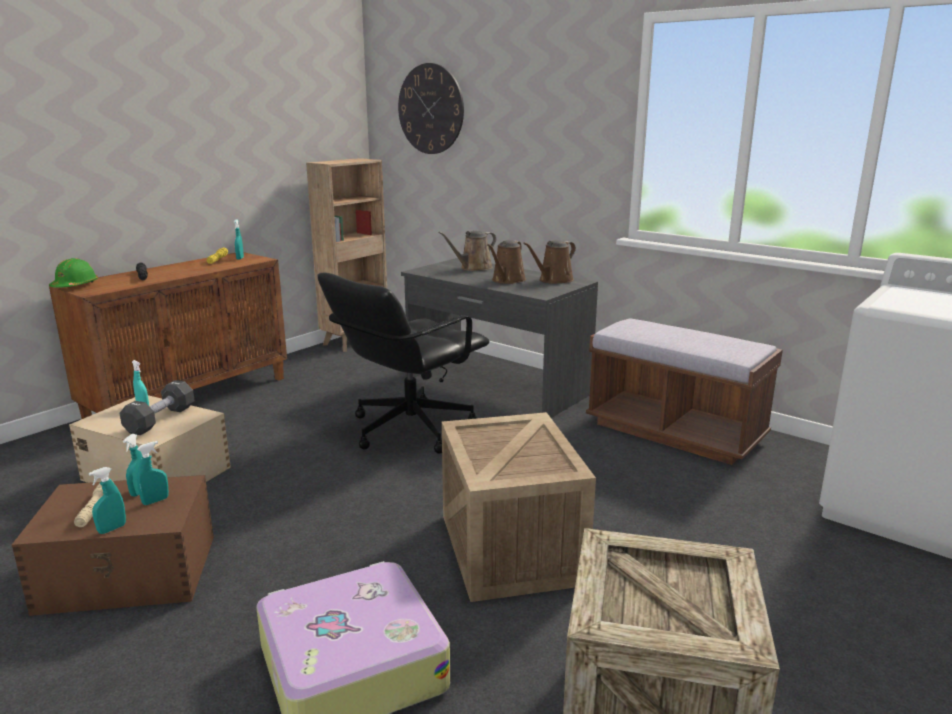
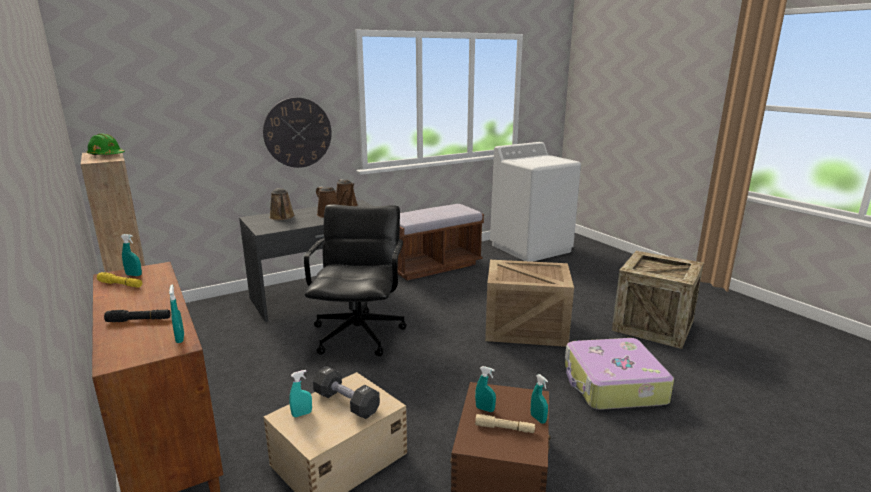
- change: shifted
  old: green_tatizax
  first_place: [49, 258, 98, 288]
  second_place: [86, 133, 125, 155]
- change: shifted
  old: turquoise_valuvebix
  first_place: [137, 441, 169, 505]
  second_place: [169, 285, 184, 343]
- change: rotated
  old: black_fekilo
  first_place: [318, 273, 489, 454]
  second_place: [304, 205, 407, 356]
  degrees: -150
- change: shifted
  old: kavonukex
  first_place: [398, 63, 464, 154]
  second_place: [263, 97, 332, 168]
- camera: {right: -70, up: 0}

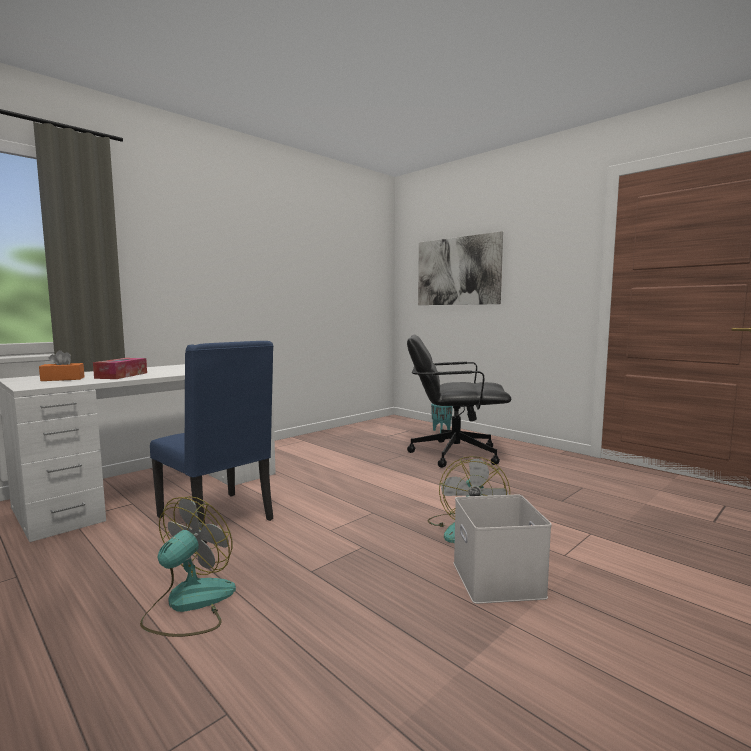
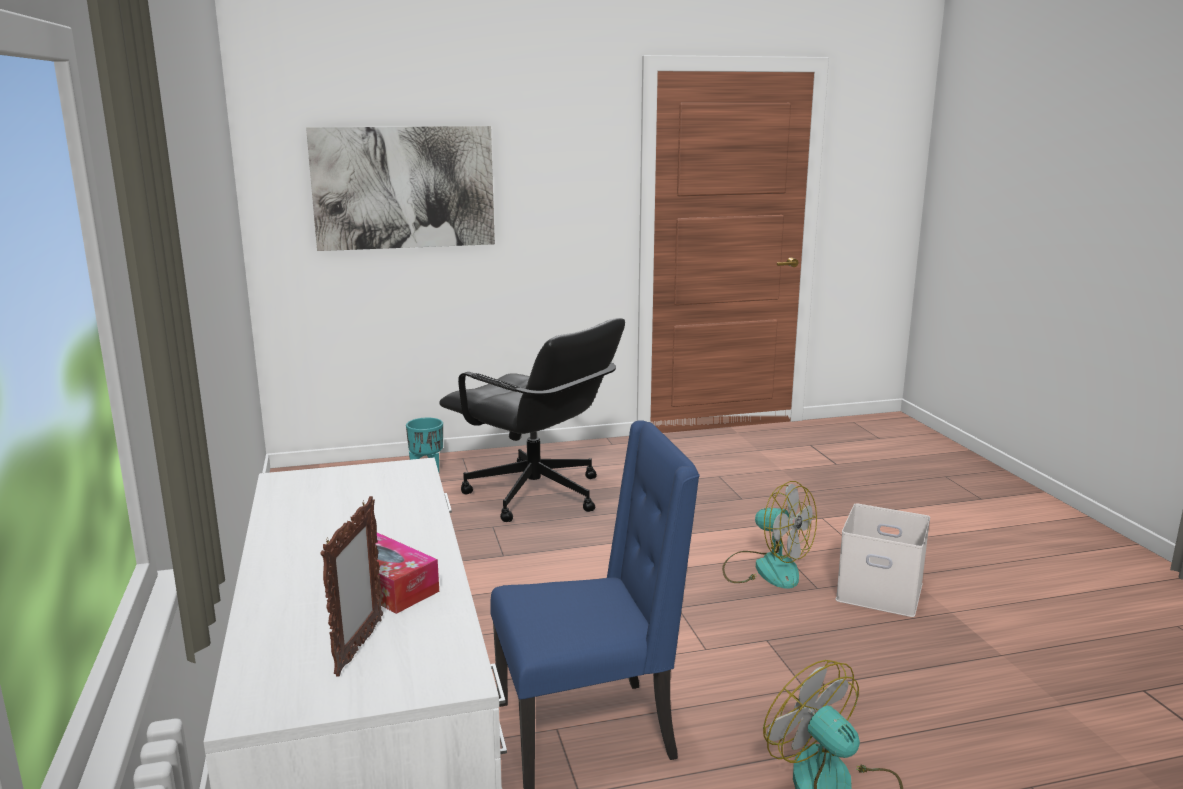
- change: swapped
  old: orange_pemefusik
  new: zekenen
  first_place: [39, 350, 84, 381]
  second_place: [320, 496, 383, 677]
- change: rotated
  old: black_fekilo
  first_place: [407, 334, 511, 468]
  second_place: [439, 318, 625, 522]
  degrees: -90
- camera: {right: -60, up: 10}

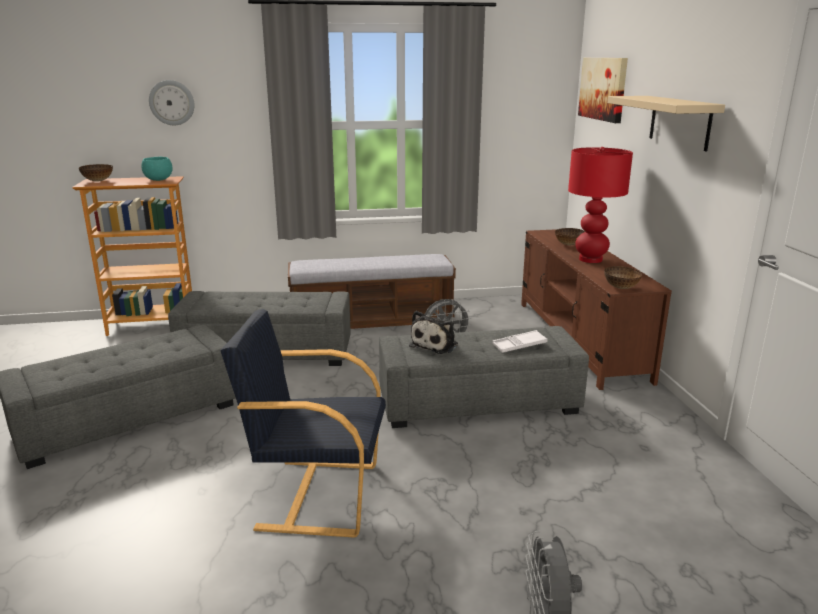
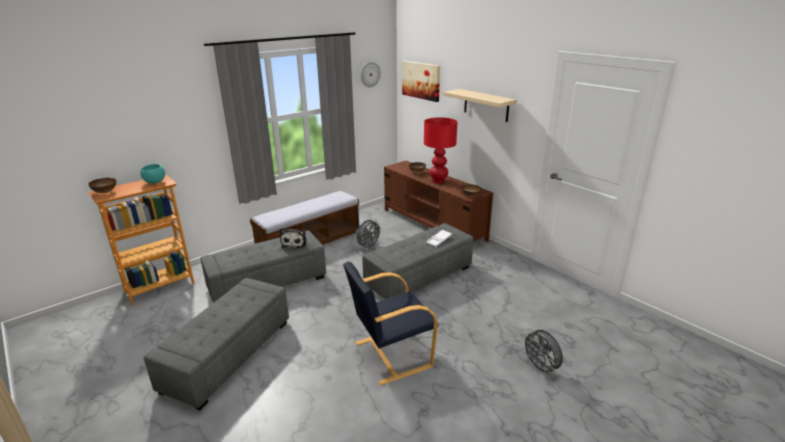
- change: shifted
  old: kavonukex
  first_place: [149, 80, 195, 125]
  second_place: [361, 62, 381, 87]
- change: shifted
  old: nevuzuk
  first_place: [409, 311, 458, 354]
  second_place: [280, 228, 306, 249]
- camera: {right: -30, up: 5}

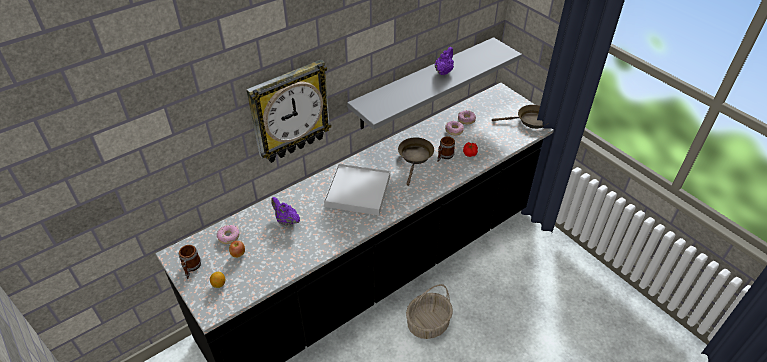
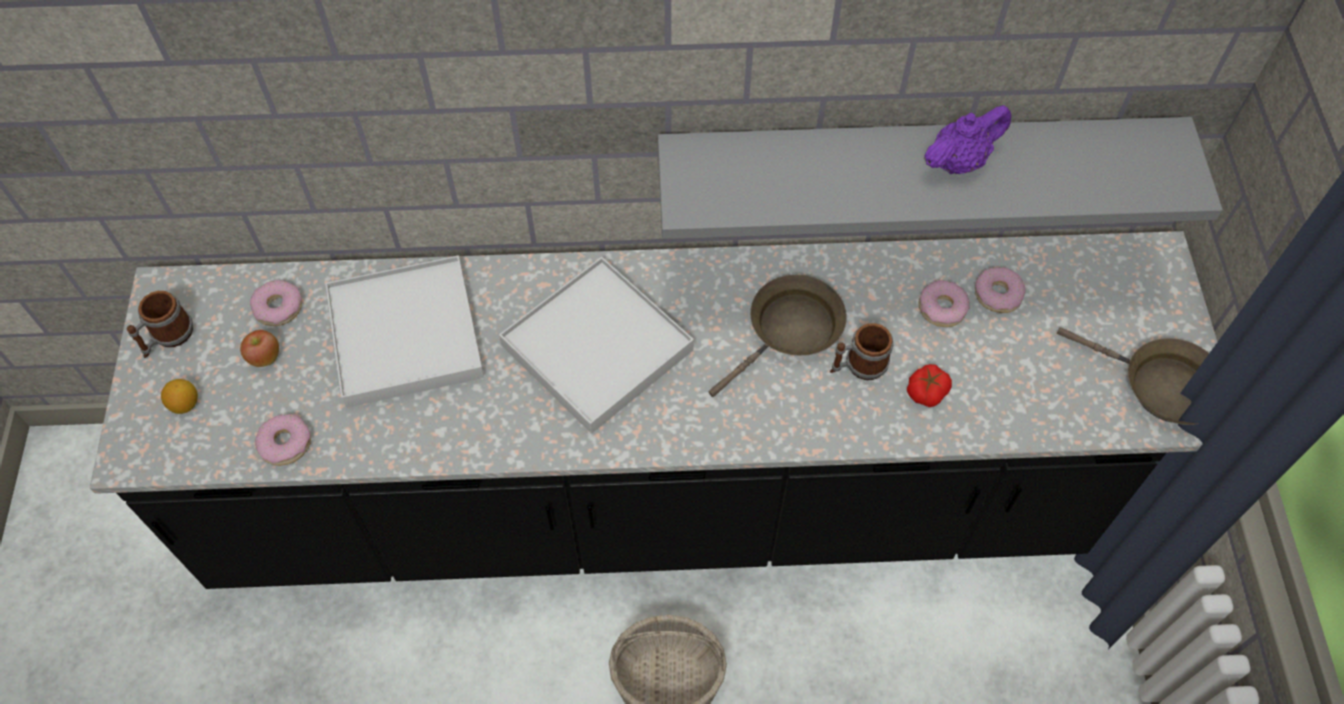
- change: gone
  old: kavonukex
  first_place: [246, 60, 332, 163]
- change: swapped
  old: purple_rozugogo
  new: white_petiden
  first_place: [271, 197, 300, 226]
  second_place: [325, 255, 484, 408]
- change: new
  new: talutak
  second_place: [255, 414, 311, 466]
- camera: {right: 35, up: 15}

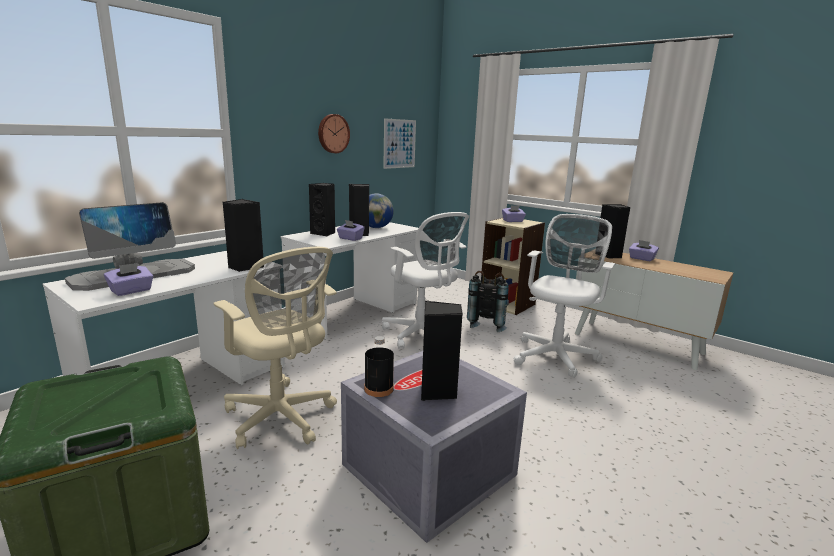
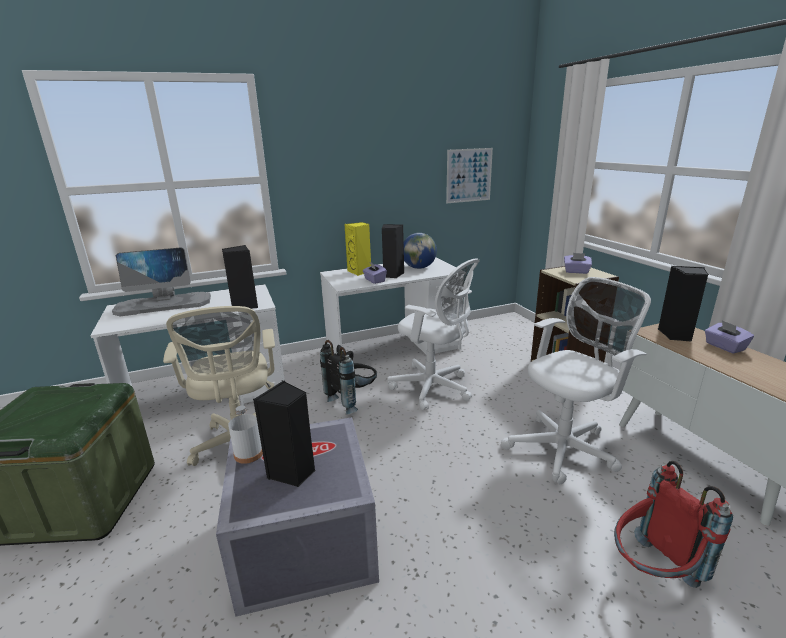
- change: gone
  old: purple_pemefusik
  first_place: [104, 263, 153, 296]
- change: repainted
  old: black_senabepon
  new: yellow_senabepon
  first_place: [309, 183, 335, 237]
  second_place: [344, 222, 371, 276]
- change: gone
  old: kavonukex
  first_place: [318, 114, 350, 153]
- change: repainted
  old: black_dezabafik
  new: white_dezabafik
  first_place: [364, 336, 394, 397]
  second_place: [228, 406, 263, 464]
- change: rotated
  old: white_fekilo
  first_place: [382, 212, 469, 348]
  second_place: [387, 258, 480, 410]
  degrees: -45
- change: shifted
  old: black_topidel
  first_place: [467, 271, 509, 332]
  second_place: [320, 340, 377, 415]
- change: new
  new: red_topidel
  second_place: [614, 461, 733, 588]
- camera: {right: 30, up: 5}

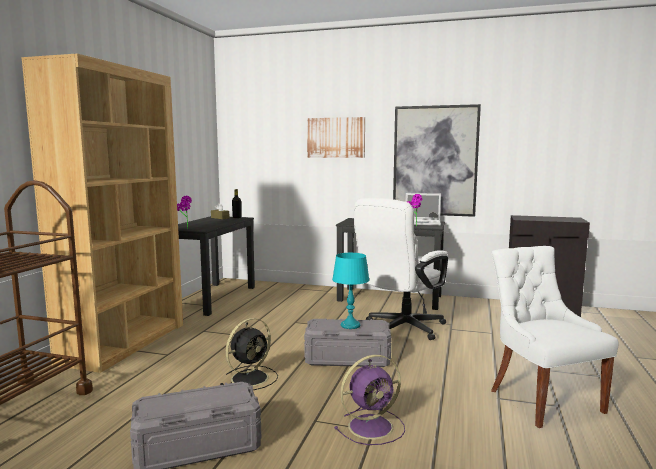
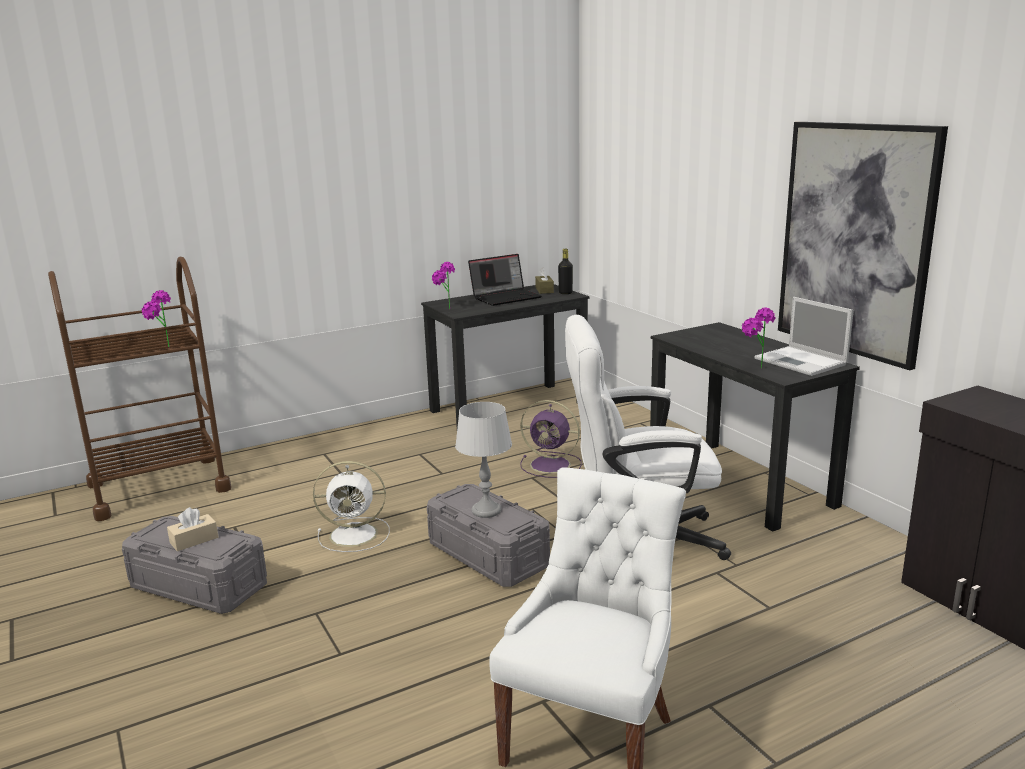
- change: gone
  old: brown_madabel
  first_place: [21, 54, 183, 373]
- change: repainted
  old: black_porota
  new: white_porota
  first_place: [220, 318, 278, 390]
  second_place: [313, 461, 390, 552]
- change: gone
  old: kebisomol
  first_place: [307, 117, 365, 158]
- change: repainted
  old: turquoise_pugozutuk
  new: grey_pugozutuk
  first_place: [332, 253, 369, 329]
  second_place: [455, 402, 512, 518]
- change: shifted
  old: purple_porota
  first_place: [334, 355, 405, 445]
  second_place: [520, 400, 582, 478]
- change: new
  new: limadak
  second_place: [142, 290, 171, 347]
- change: new
  new: beige_pemefusik
  second_place: [167, 507, 218, 551]
- change: new
  new: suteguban
  second_place: [468, 254, 542, 306]
- camera: {right: 45, up: 10}

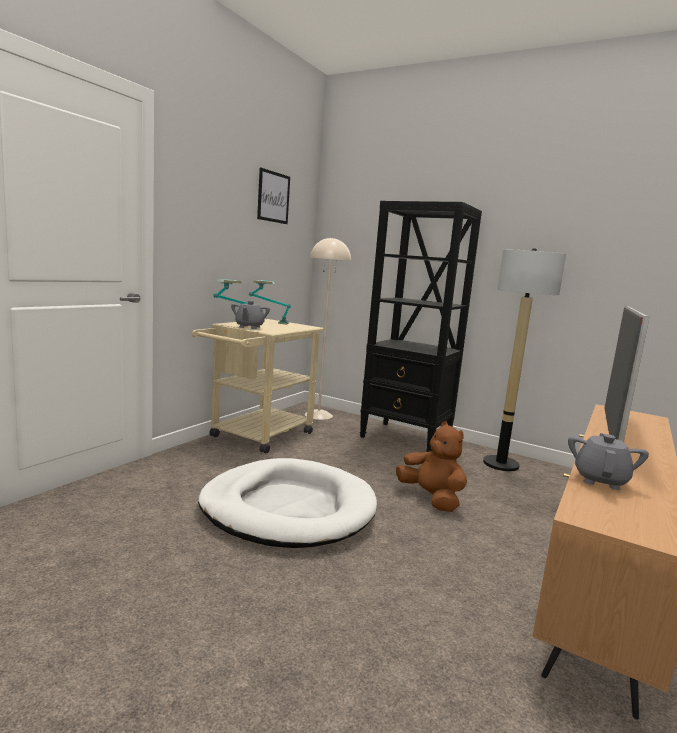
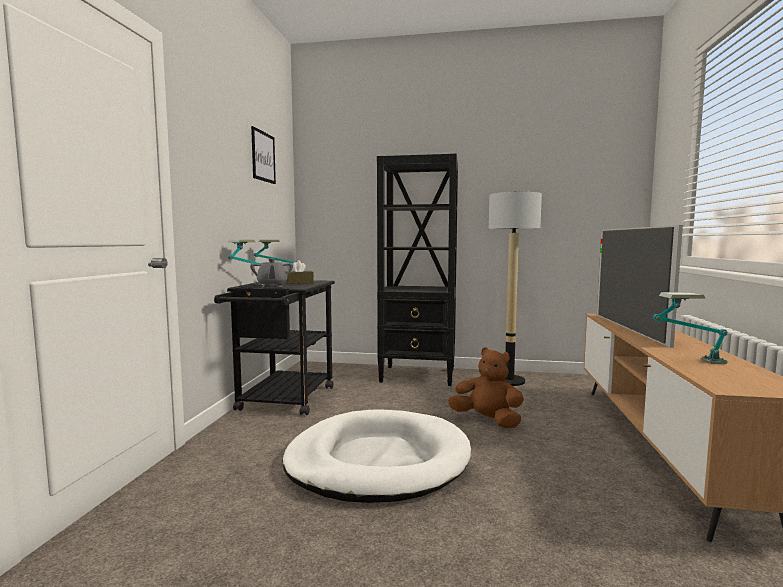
- change: repainted
  old: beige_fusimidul
  new: black_fusimidul
  first_place: [192, 319, 324, 453]
  second_place: [214, 280, 335, 415]
- change: gone
  old: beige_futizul
  first_place: [305, 237, 351, 420]
- change: swapped
  old: grey_rozugogo
  new: pugozutuk
  first_place: [568, 433, 649, 490]
  second_place: [653, 292, 728, 364]
- change: new
  new: brown_pemefusik
  second_place: [285, 260, 314, 284]
- camera: {right: -20, up: -5}

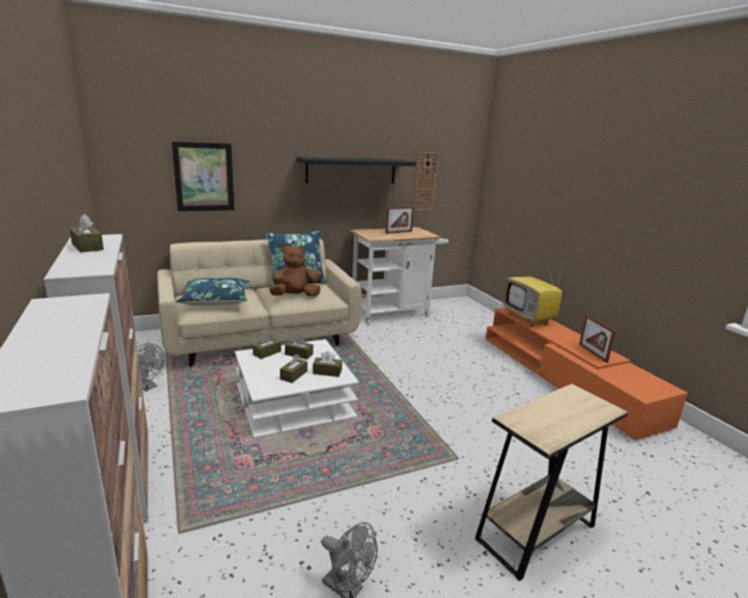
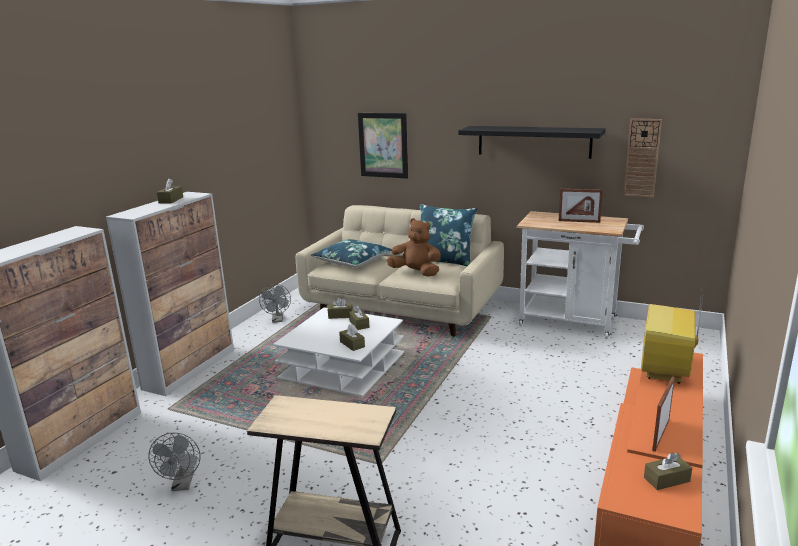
- change: shifted
  old: brown_pemefusik
  first_place: [280, 354, 307, 383]
  second_place: [644, 452, 692, 490]
- camera: {right: 50, up: 0}

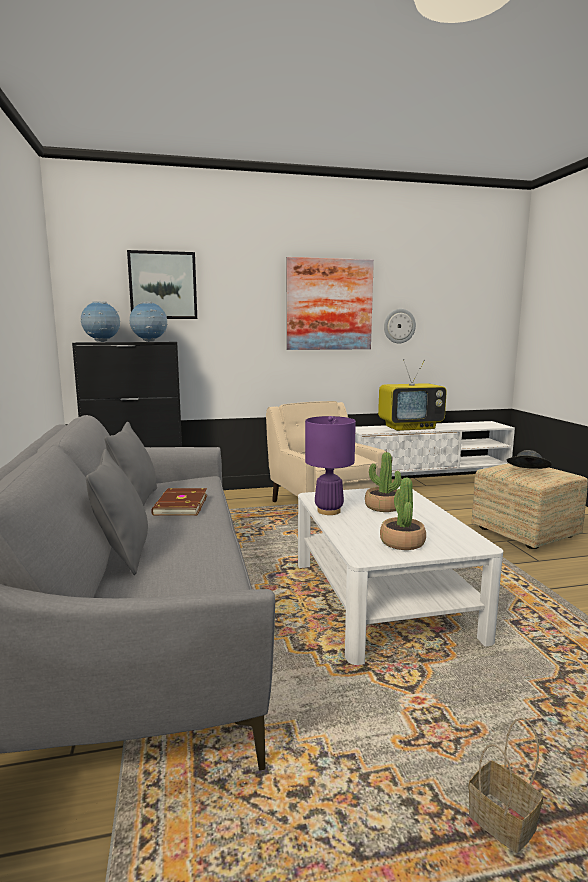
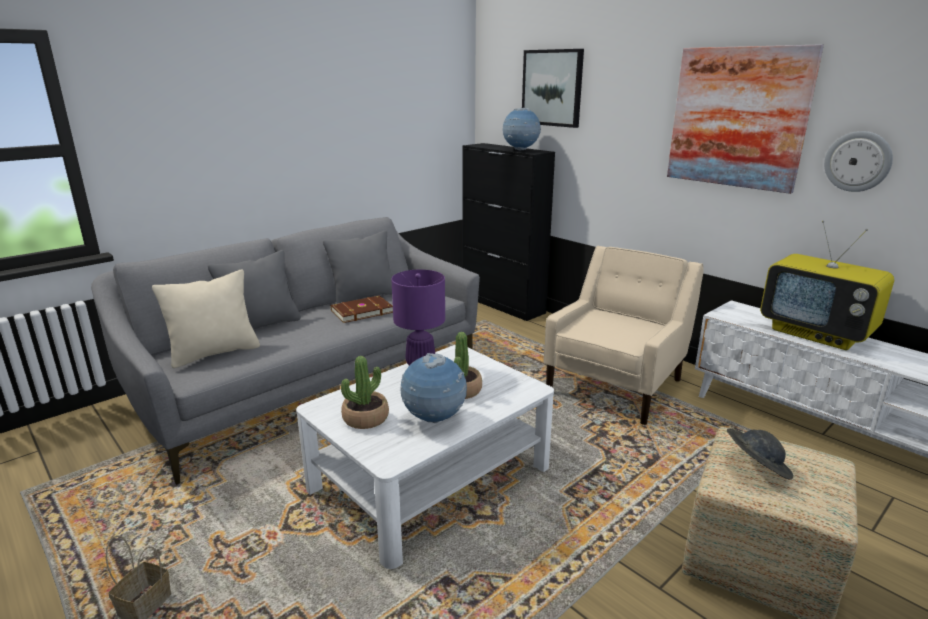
- change: shifted
  old: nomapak
  first_place: [80, 301, 120, 342]
  second_place: [400, 353, 467, 423]
- change: new
  new: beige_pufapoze
  second_place: [152, 269, 260, 368]
- camera: {right: 60, up: 10}

